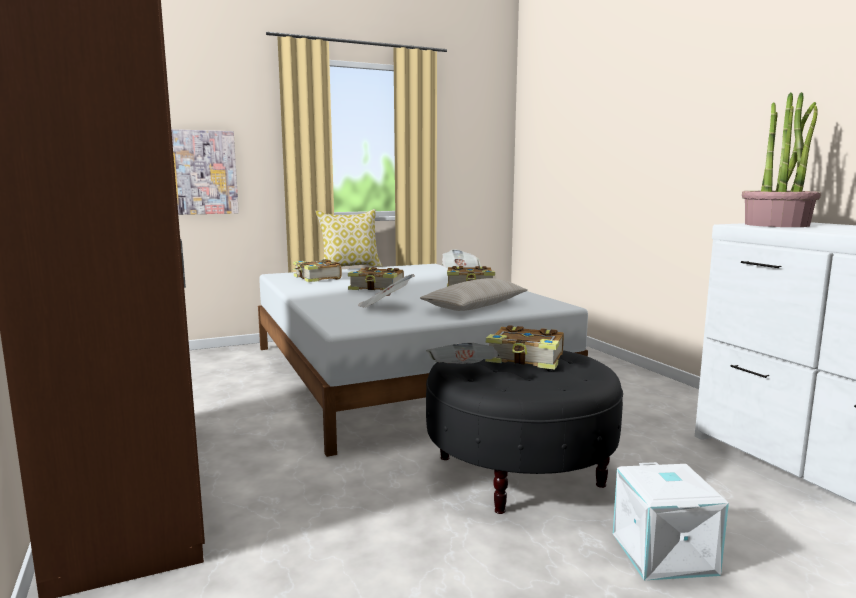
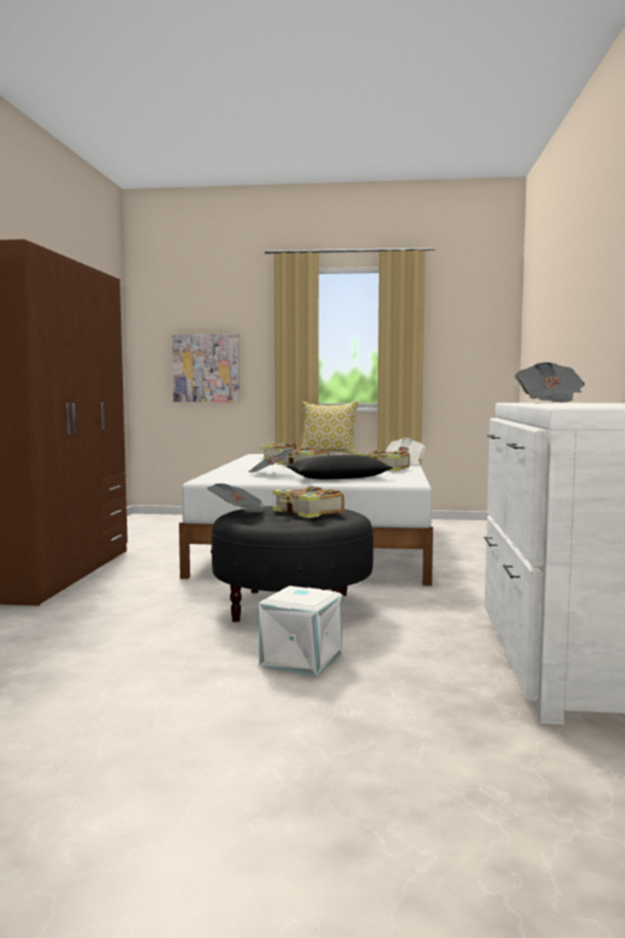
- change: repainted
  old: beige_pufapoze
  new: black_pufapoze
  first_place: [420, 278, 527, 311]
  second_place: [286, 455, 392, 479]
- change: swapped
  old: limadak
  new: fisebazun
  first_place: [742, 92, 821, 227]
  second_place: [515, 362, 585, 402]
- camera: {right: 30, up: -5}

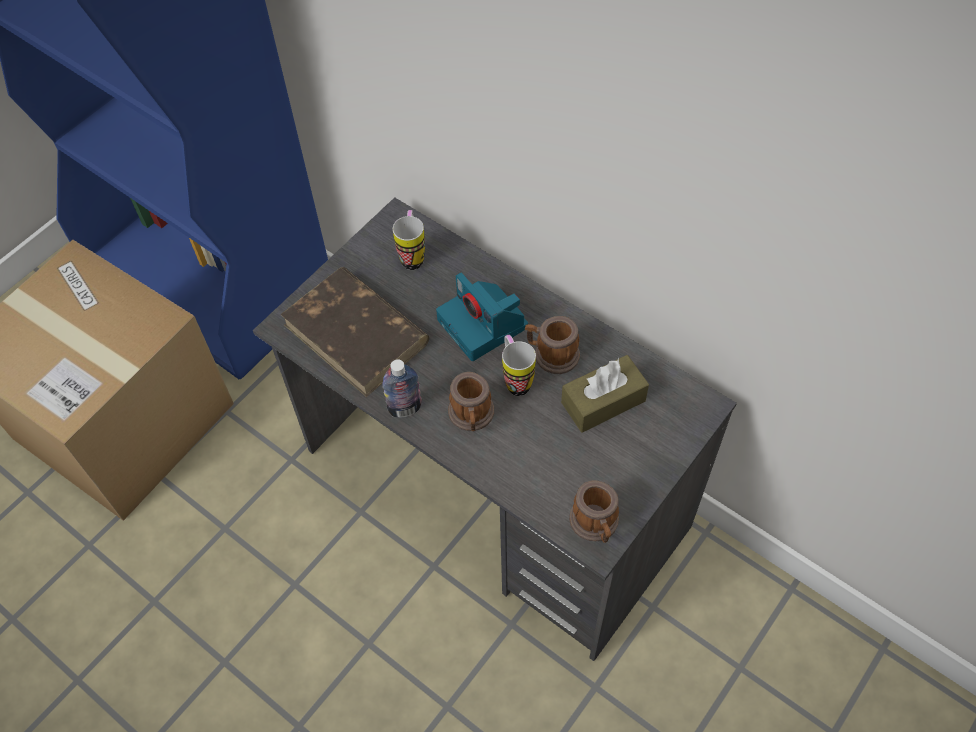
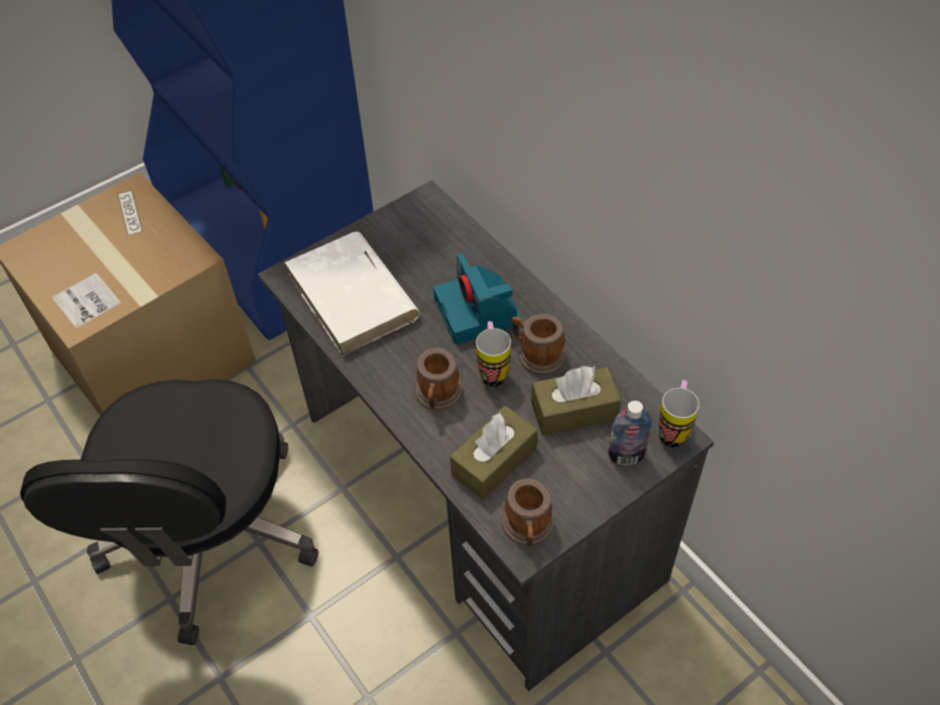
- change: repainted
  old: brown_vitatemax
  new: white_vitatemax
  first_place: [280, 267, 429, 397]
  second_place: [285, 232, 420, 356]
- change: shifted
  old: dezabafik
  first_place: [382, 359, 422, 417]
  second_place: [608, 401, 652, 465]
- change: shifted
  old: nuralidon
  first_place: [393, 210, 425, 270]
  second_place: [659, 380, 699, 448]
- change: new
  new: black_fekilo
  second_place: [20, 379, 319, 645]
- change: new
  new: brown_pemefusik
  second_place: [450, 405, 538, 500]
- camera: {right: 15, up: -5}

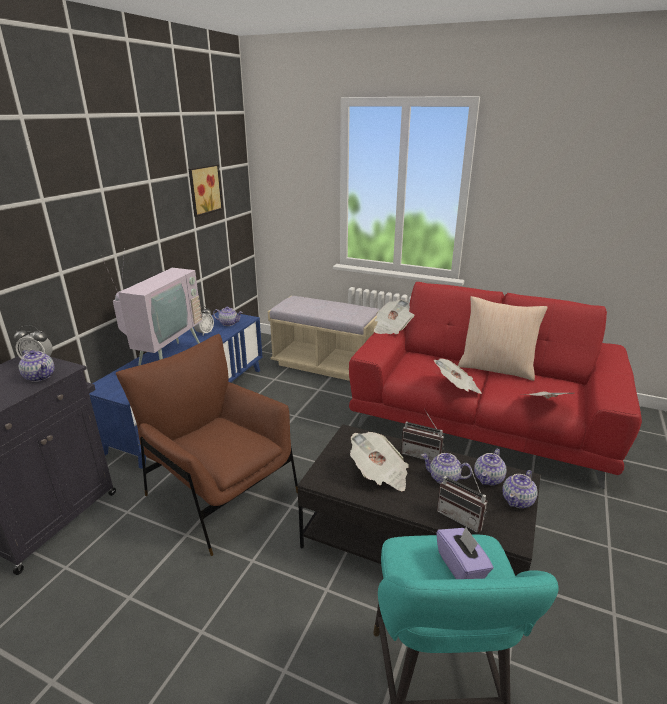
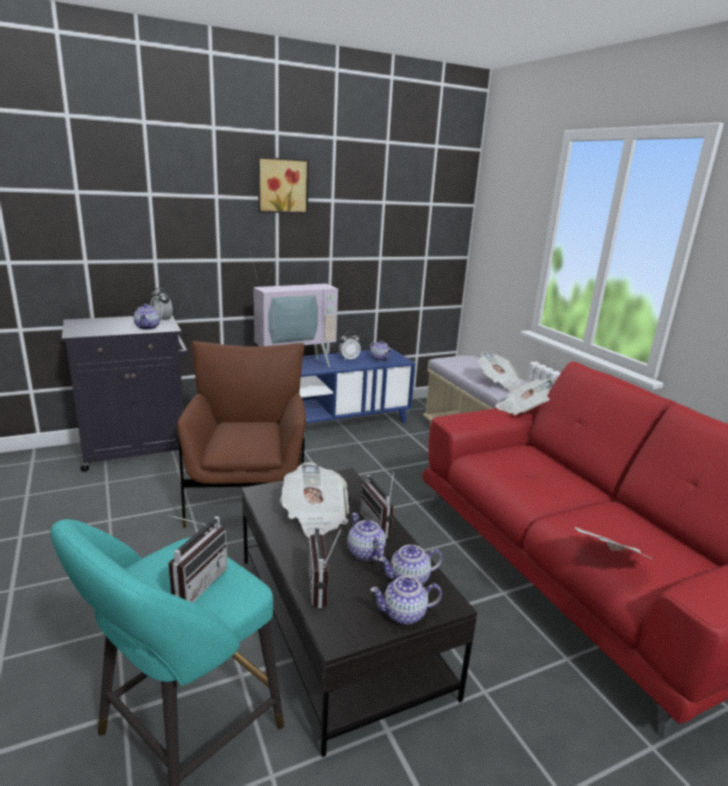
- change: shifted
  old: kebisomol
  first_place: [189, 164, 223, 217]
  second_place: [258, 157, 309, 214]
- change: shifted
  old: fisebazun
  first_place: [434, 359, 482, 394]
  second_place: [478, 351, 523, 392]
- change: swapped
  old: purple_pemefusik
  new: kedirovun
  first_place: [436, 527, 494, 579]
  second_place: [168, 515, 227, 603]
- change: gone
  old: beige_pufapoze
  first_place: [458, 296, 548, 381]
- camera: {right: 40, up: -5}

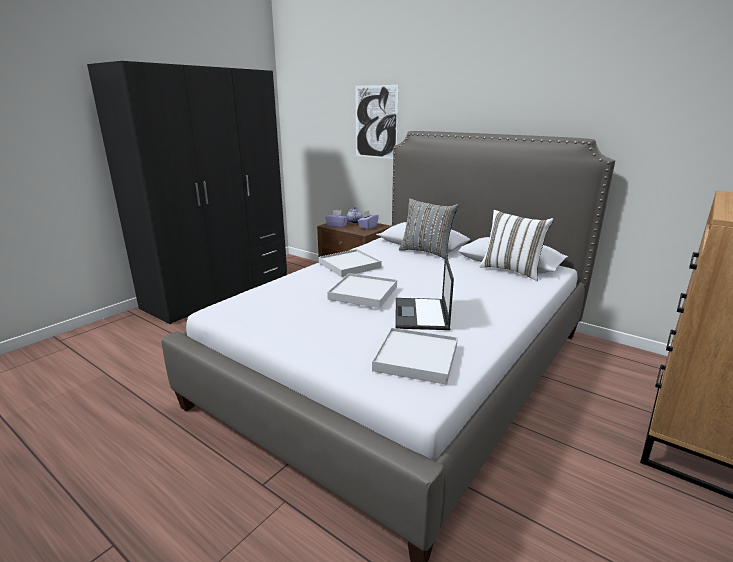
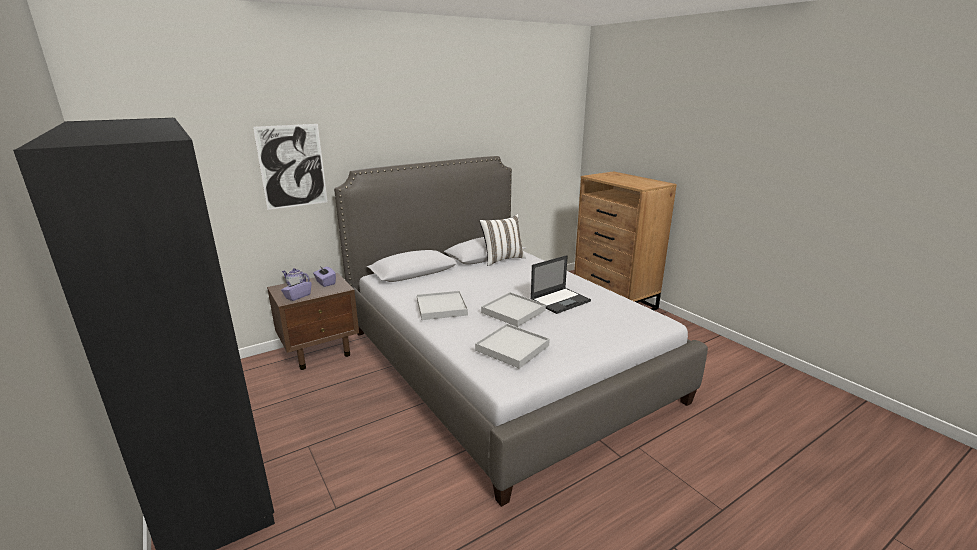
- change: shifted
  old: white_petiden
  first_place: [372, 327, 458, 385]
  second_place: [475, 324, 550, 369]
- change: rotated
  old: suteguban
  first_place: [395, 255, 454, 330]
  second_place: [531, 255, 591, 314]
  degrees: -60
- change: gone
  old: grey_pufapoze
  first_place: [399, 198, 459, 259]
- camera: {right: -70, up: 0}

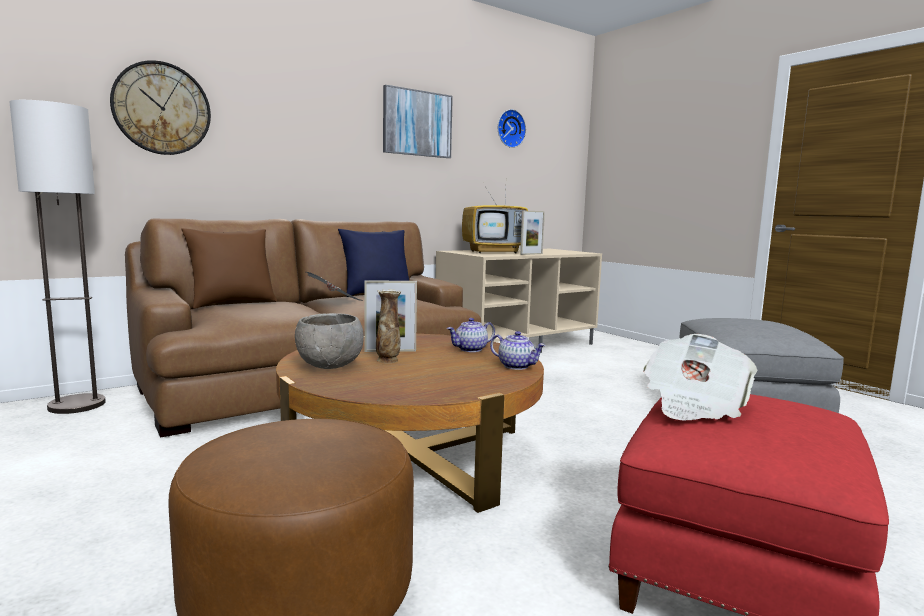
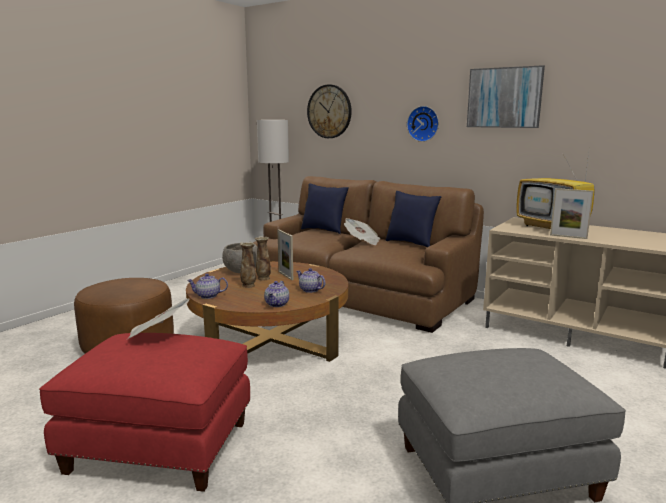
- change: repainted
  old: brown_pufapoze
  new: blue_pufapoze
  first_place: [181, 228, 277, 309]
  second_place: [301, 183, 349, 234]
- change: shifted
  old: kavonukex
  first_place: [498, 109, 526, 148]
  second_place: [407, 106, 439, 142]
- change: new
  new: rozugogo
  second_place: [187, 274, 228, 299]
- change: new
  new: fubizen
  second_place: [240, 242, 256, 288]
- camera: {right: 70, up: 5}

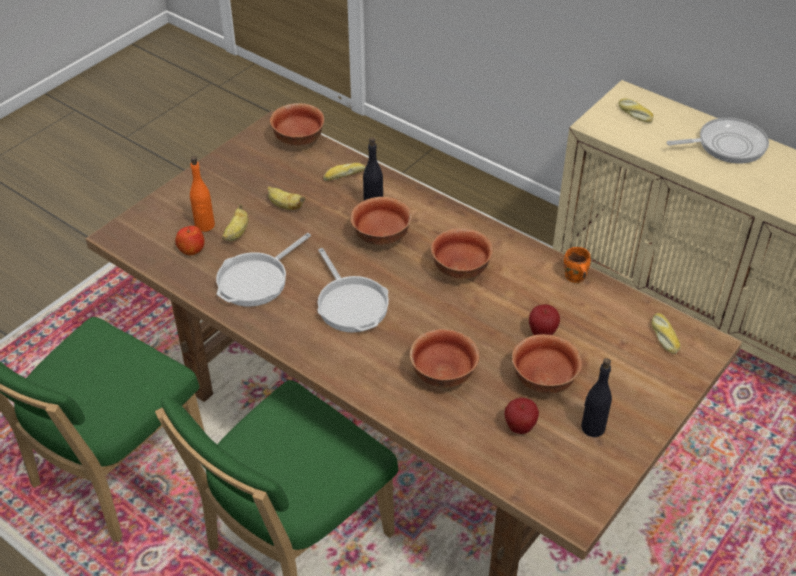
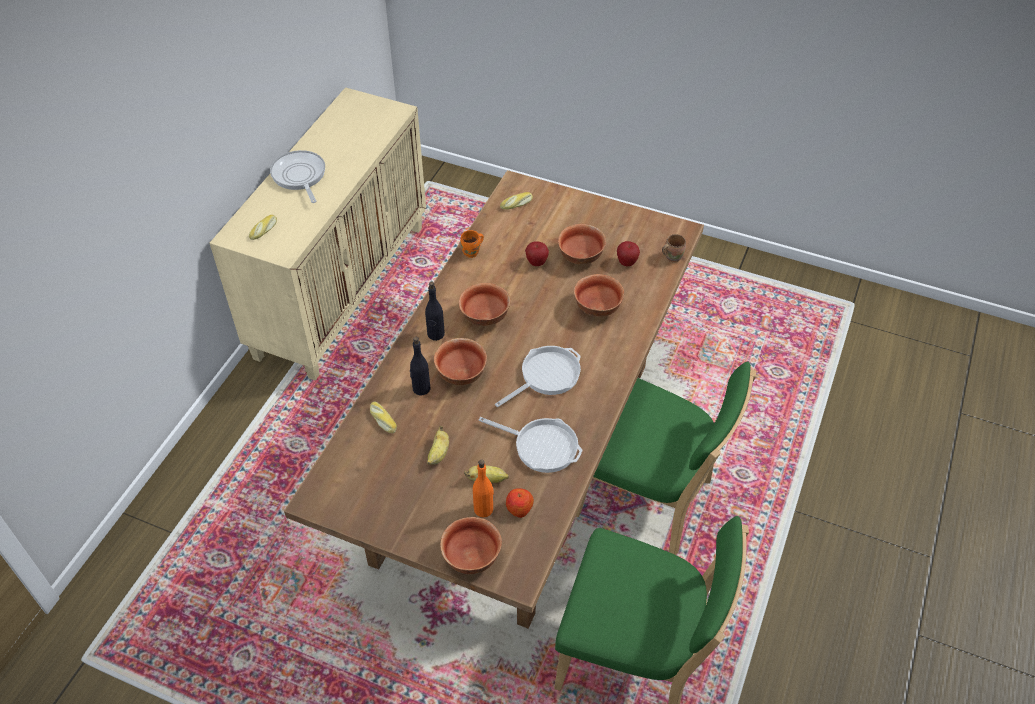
- change: shifted
  old: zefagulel
  first_place: [270, 103, 324, 146]
  second_place: [440, 517, 502, 574]
- change: shifted
  old: black_dezabafik
  first_place: [581, 358, 612, 437]
  second_place: [425, 282, 445, 341]
- change: new
  new: brown_nuralidon
  second_place: [662, 234, 686, 263]
- camera: {right: -105, up: 5}

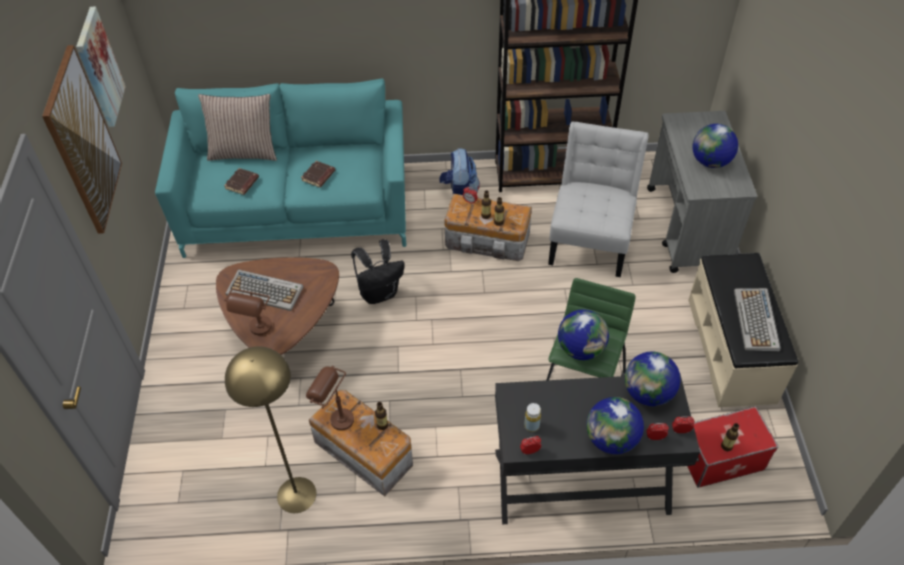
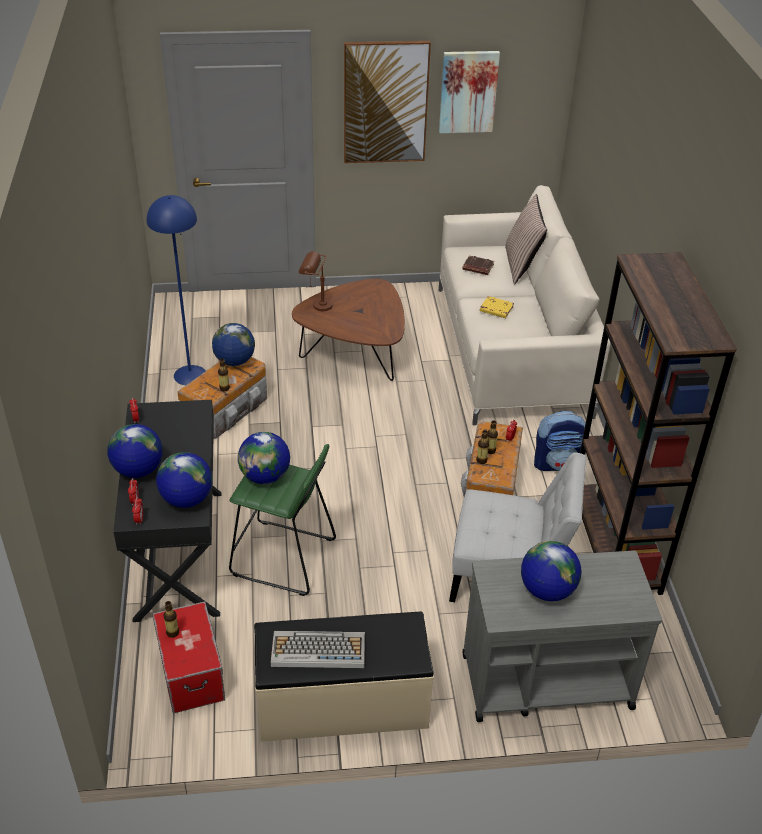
- change: repainted
  old: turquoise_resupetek
  new: beige_resupetek
  first_place: [155, 79, 407, 258]
  second_place: [439, 185, 611, 425]
- change: repainted
  old: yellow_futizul
  new: blue_futizul
  first_place: [225, 346, 317, 513]
  second_place: [147, 195, 206, 385]
- change: gone
  old: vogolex
  first_place: [226, 269, 303, 311]
- change: repainted
  old: brown_vitatemax
  new: yellow_vitatemax
  first_place: [301, 161, 335, 188]
  second_place: [480, 296, 514, 318]
- change: swapped
  old: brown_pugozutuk
  new: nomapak
  first_place: [306, 366, 354, 430]
  second_place: [212, 323, 255, 366]
- change: gone
  old: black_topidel
  first_place: [351, 239, 404, 304]
- change: gone
  old: yellow_dezabafik
  first_place: [524, 403, 541, 432]
- camera: {right: 85, up: -10}

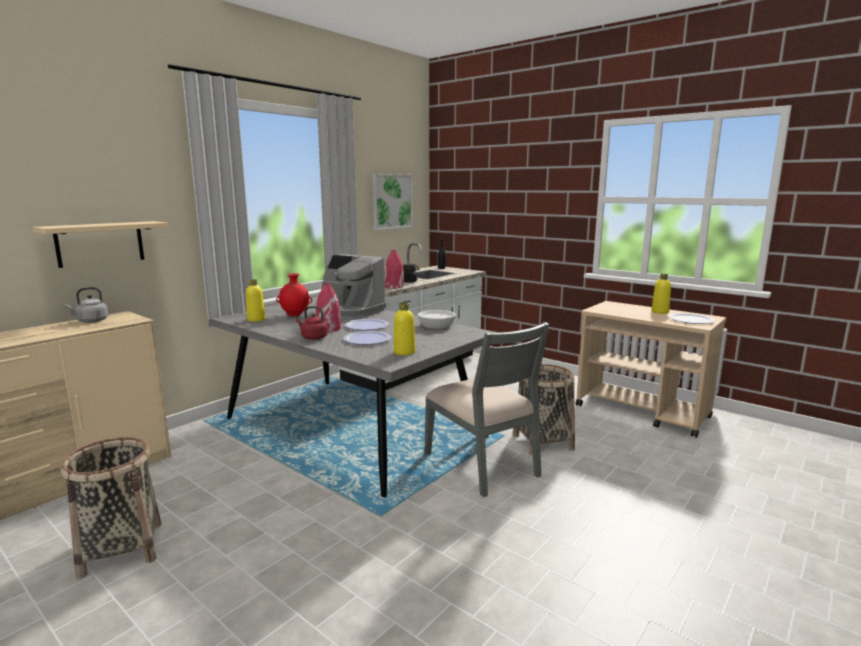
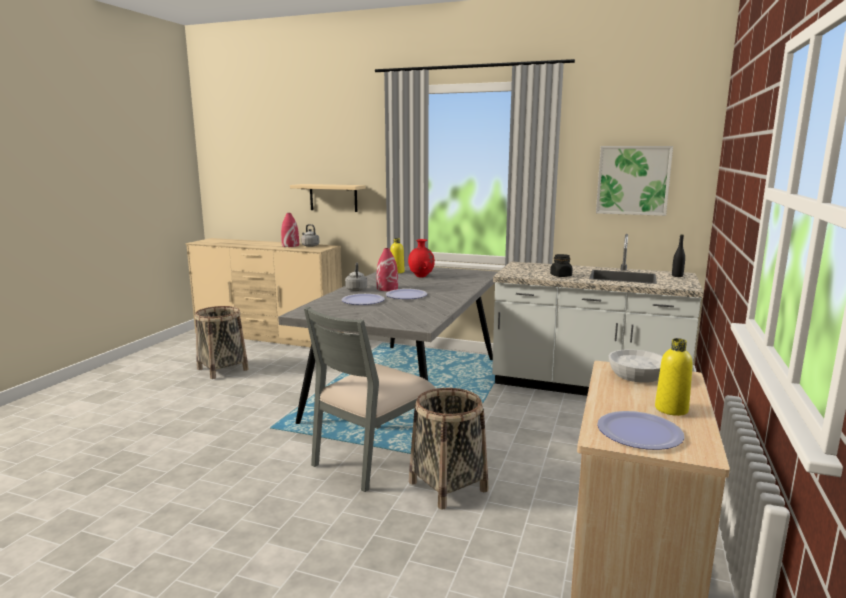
- change: repainted
  old: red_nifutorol
  new: grey_nifutorol
  first_place: [296, 306, 328, 340]
  second_place: [345, 263, 367, 291]
- change: gone
  old: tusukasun
  first_place: [322, 254, 386, 319]
- change: shifted
  old: red_fubizen
  first_place: [385, 250, 404, 289]
  second_place: [281, 213, 299, 247]
- change: gone
  old: yellow_dezabafik
  first_place: [394, 302, 415, 355]
- change: shifted
  old: white_zefagulel
  first_place: [418, 310, 456, 329]
  second_place: [609, 349, 663, 383]
- camera: {right: 70, up: 0}

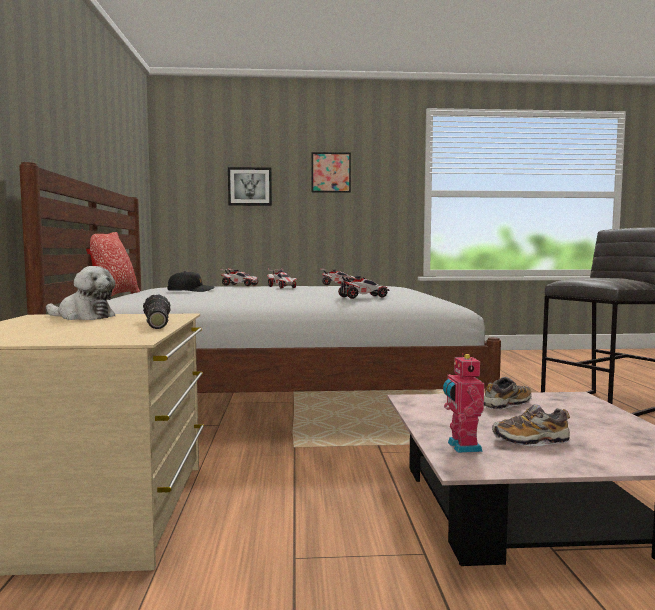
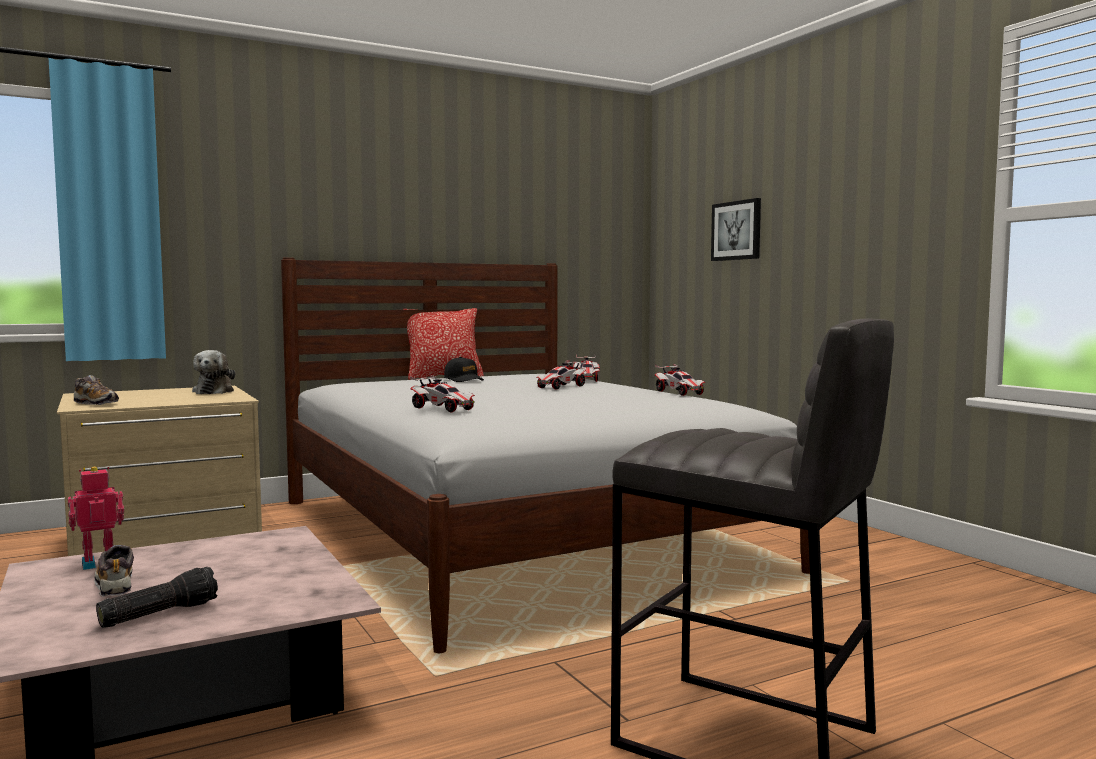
- change: shifted
  old: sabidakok
  first_place: [143, 295, 171, 329]
  second_place: [96, 566, 218, 628]
- change: gone
  old: kebisomol
  first_place: [311, 152, 351, 193]
- change: shifted
  old: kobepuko
  first_place: [484, 377, 532, 409]
  second_place: [74, 375, 119, 405]
- camera: {right: 65, up: 0}

